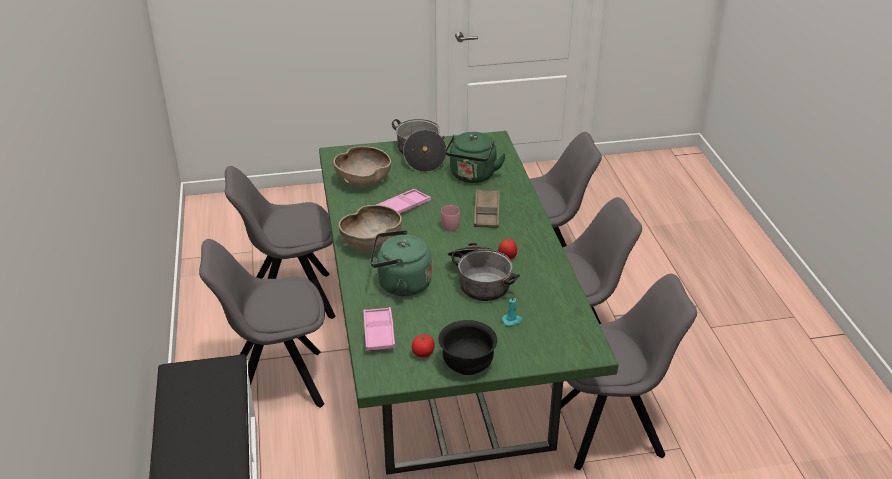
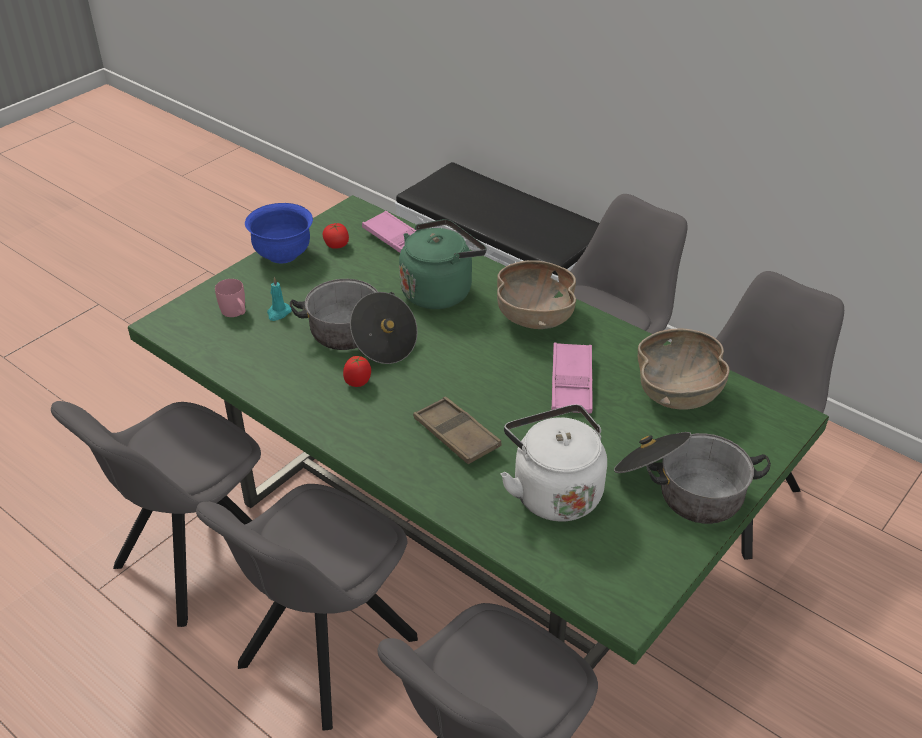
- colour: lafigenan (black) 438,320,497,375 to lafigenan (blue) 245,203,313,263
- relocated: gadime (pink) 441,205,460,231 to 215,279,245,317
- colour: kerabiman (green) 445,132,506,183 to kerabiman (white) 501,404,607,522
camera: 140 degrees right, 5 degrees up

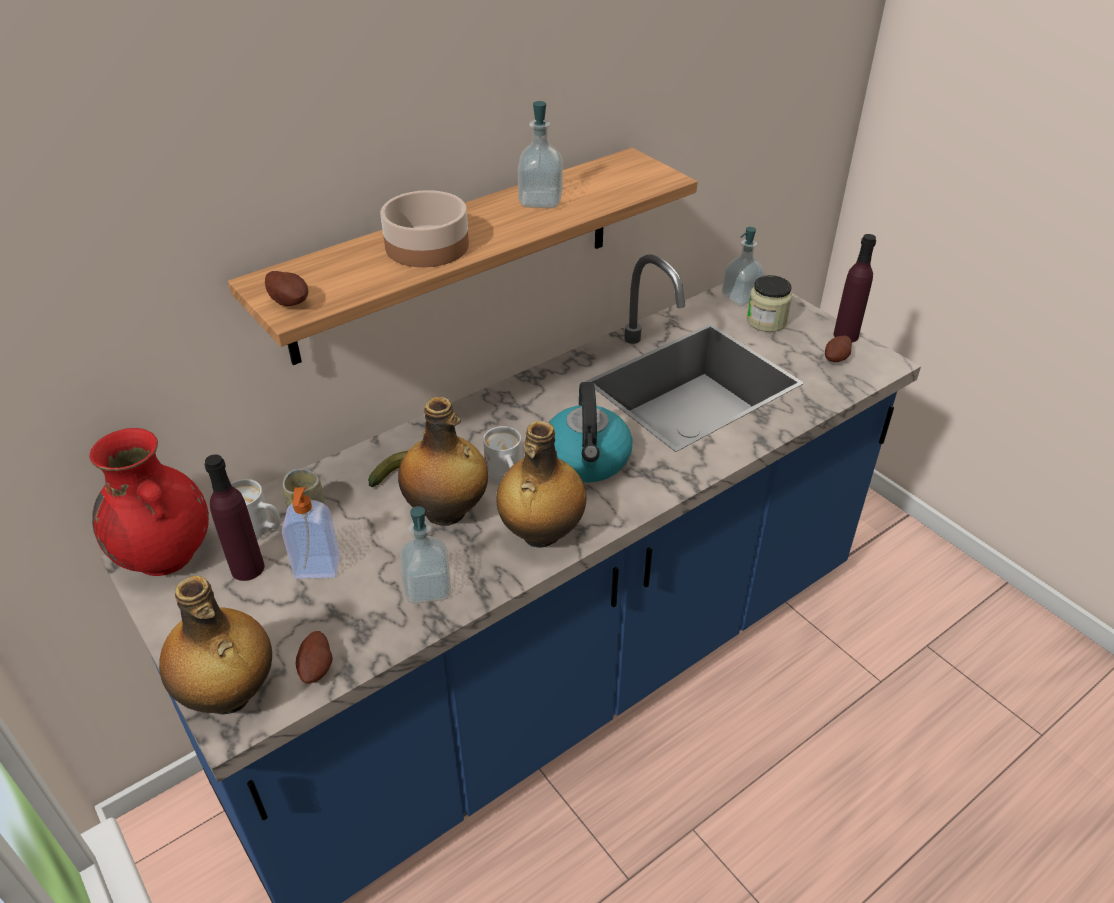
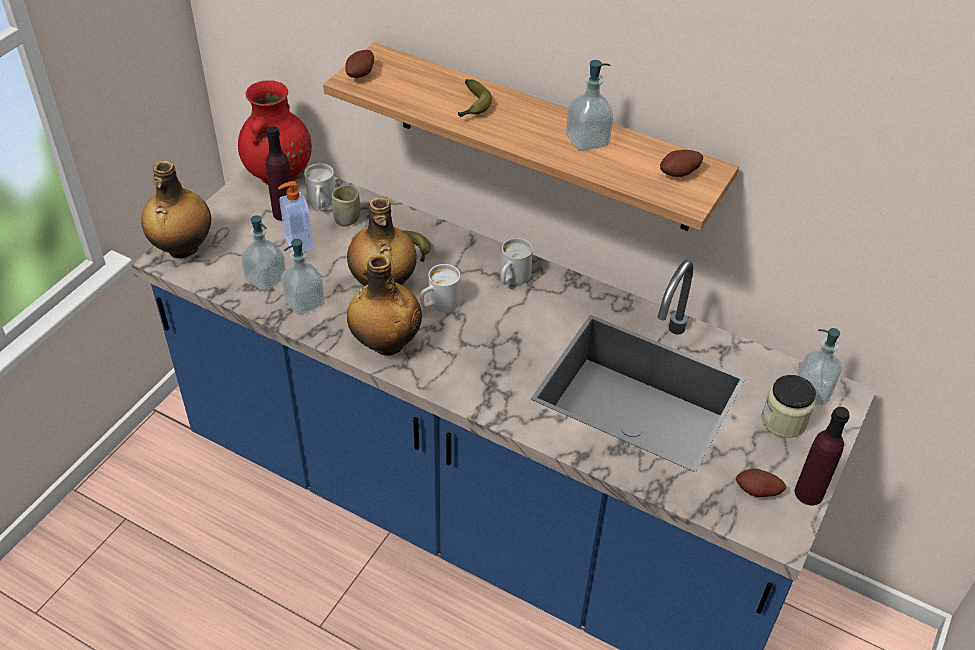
- relocated: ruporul 296,631,333,684 to 660,150,703,177
- exchanged: lafigenan 381,190,469,267 to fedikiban 458,79,492,117
- missing: kerabiman 548,382,633,483
- appeared: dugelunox 241,215,286,291
- appeared: gadime (white) 501,238,533,285
camera: 65 degrees right, 5 degrees up

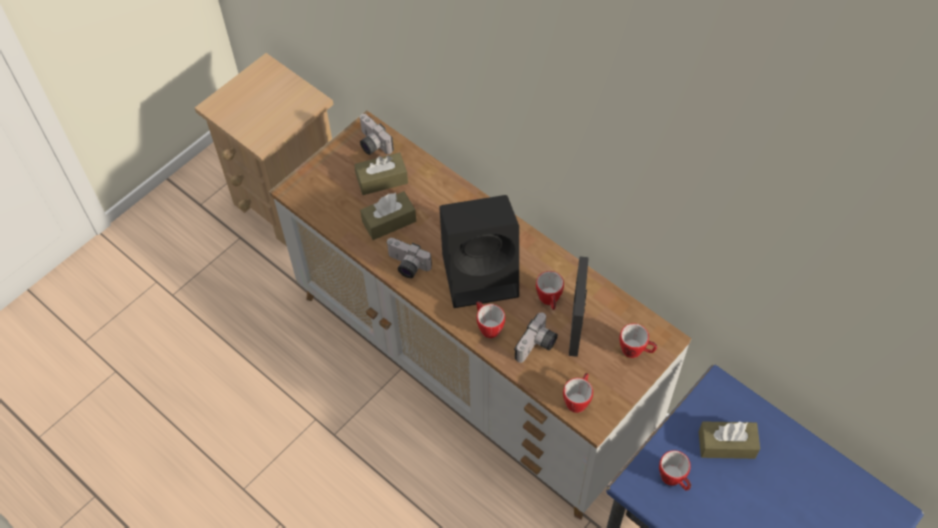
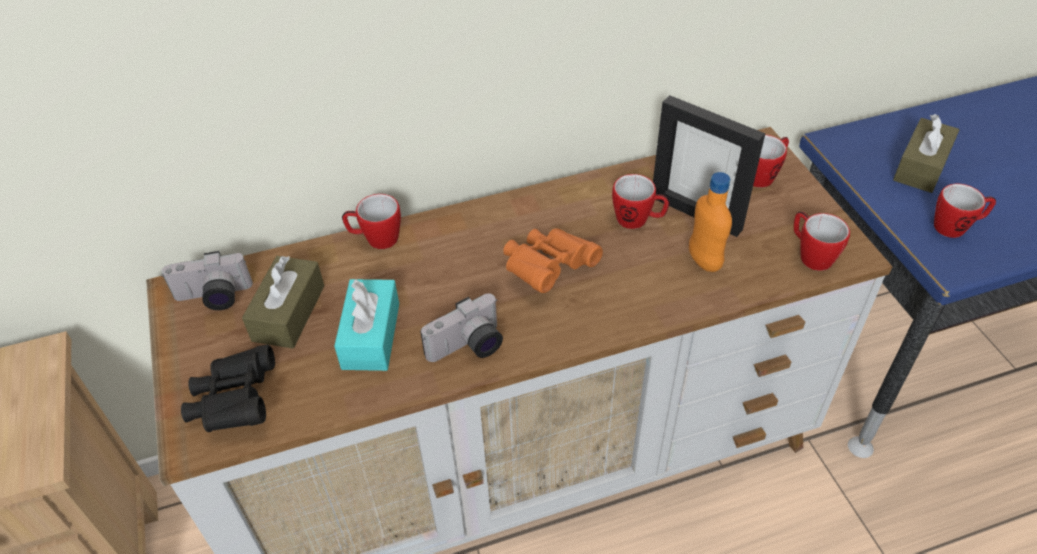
- colour: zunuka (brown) 360,191,416,240 to zunuka (turquoise) 334,279,399,371
- exchanged: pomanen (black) 439,195,519,308 to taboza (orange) 503,228,603,293
- relocated: gadime 476,301,505,338 to 342,194,401,249
- exchanged: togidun 514,312,558,363 to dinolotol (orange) 689,172,732,272
- appeared: taboza (black) 181,345,275,432
camera: 60 degrees left, 10 degrees down

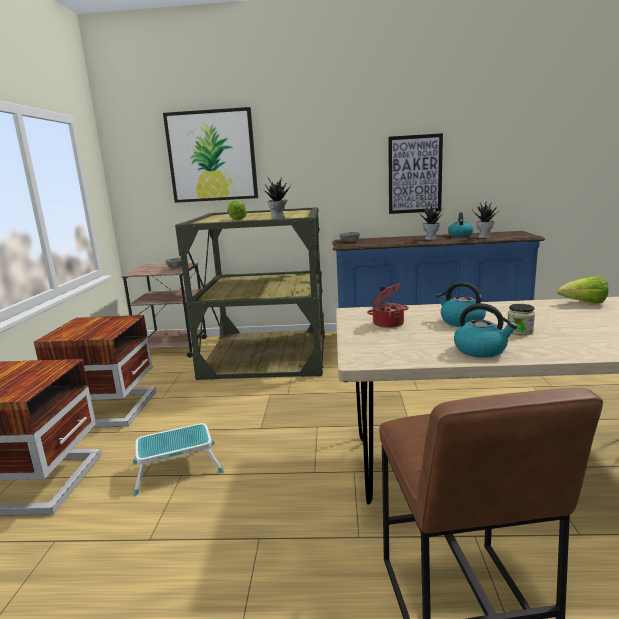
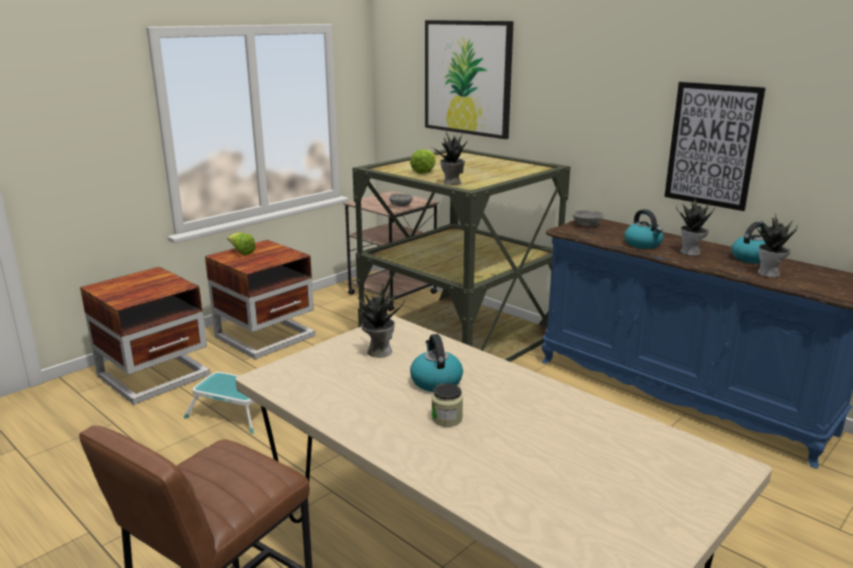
- exchanged: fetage 367,284,409,328 to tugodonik 358,283,405,358
- relocated: kerabiman 454,303,518,358 to 624,209,663,249
- relocated: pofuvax 557,275,609,303 to 227,233,256,255
camera: 40 degrees right, 5 degrees up

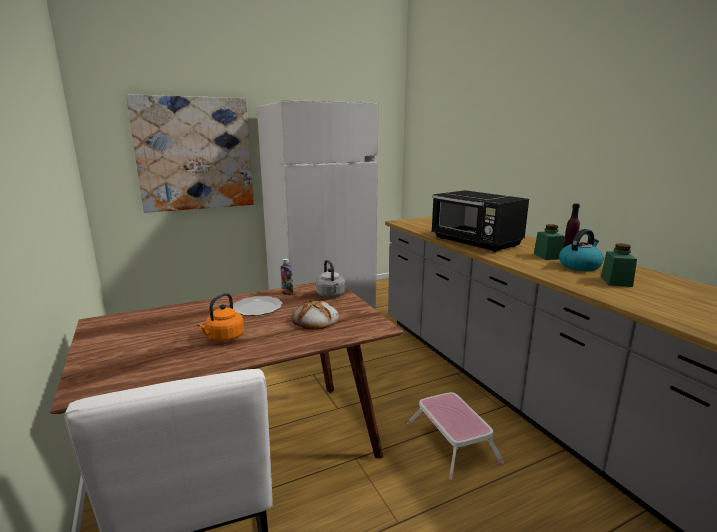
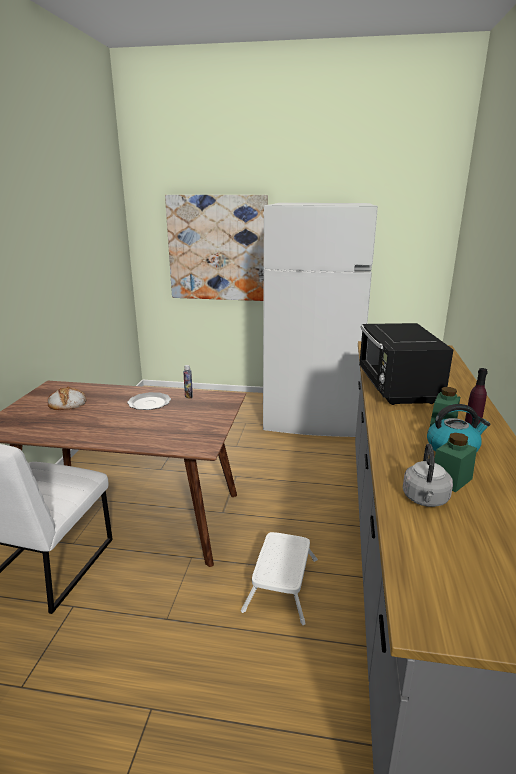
- missing: kerabiman (orange) 197,293,244,342
- relocated: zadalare 291,300,339,330 to 48,387,86,410
- relocated: kerabiman (grey) 316,260,345,298 to 403,443,453,507
- colour: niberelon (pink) 407,392,504,480 to niberelon (white) 241,532,318,625
camera: 35 degrees right, 5 degrees up

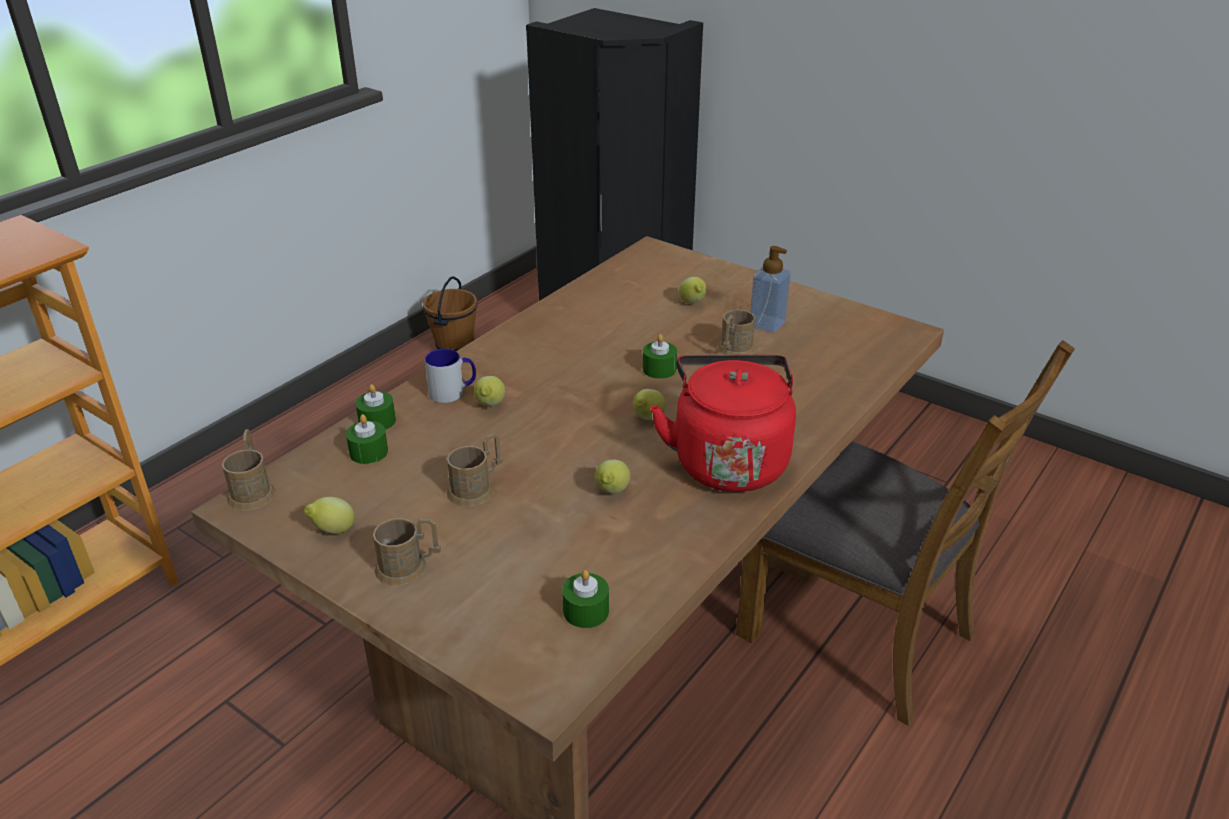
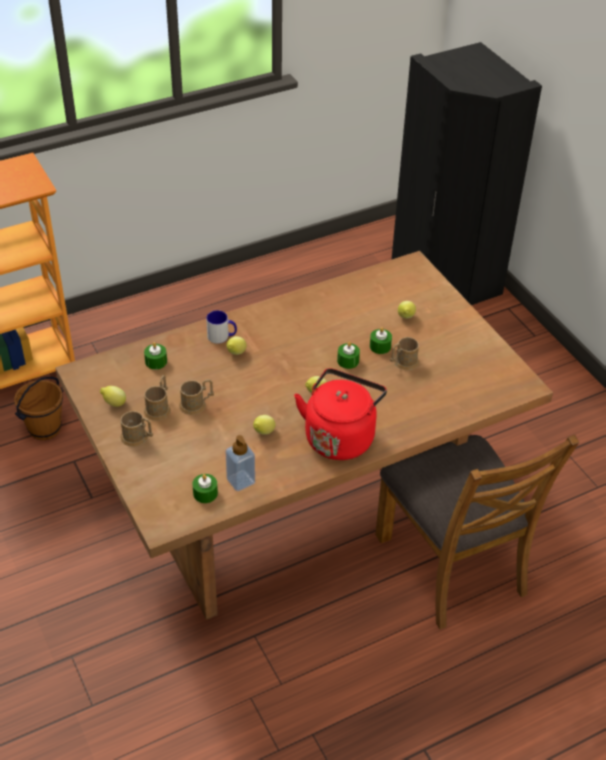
- relocated: gadime (brown) 222,429,276,511 to 144,375,171,421
- relocated: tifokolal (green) 356,384,396,430 to 370,327,392,354
- relocated: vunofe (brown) 423,276,477,351 to 14,377,63,440
- relocated: dugelunox 750,246,791,333 to 225,435,255,491
camera: 25 degrees right, 10 degrees up

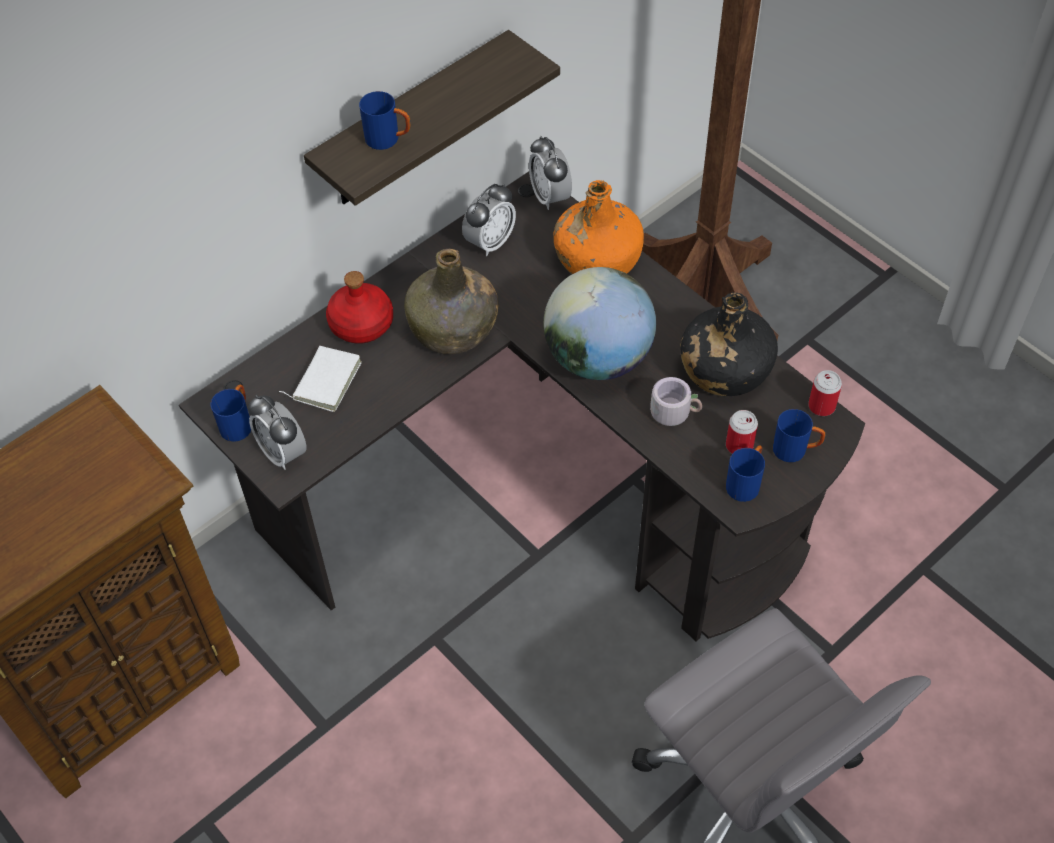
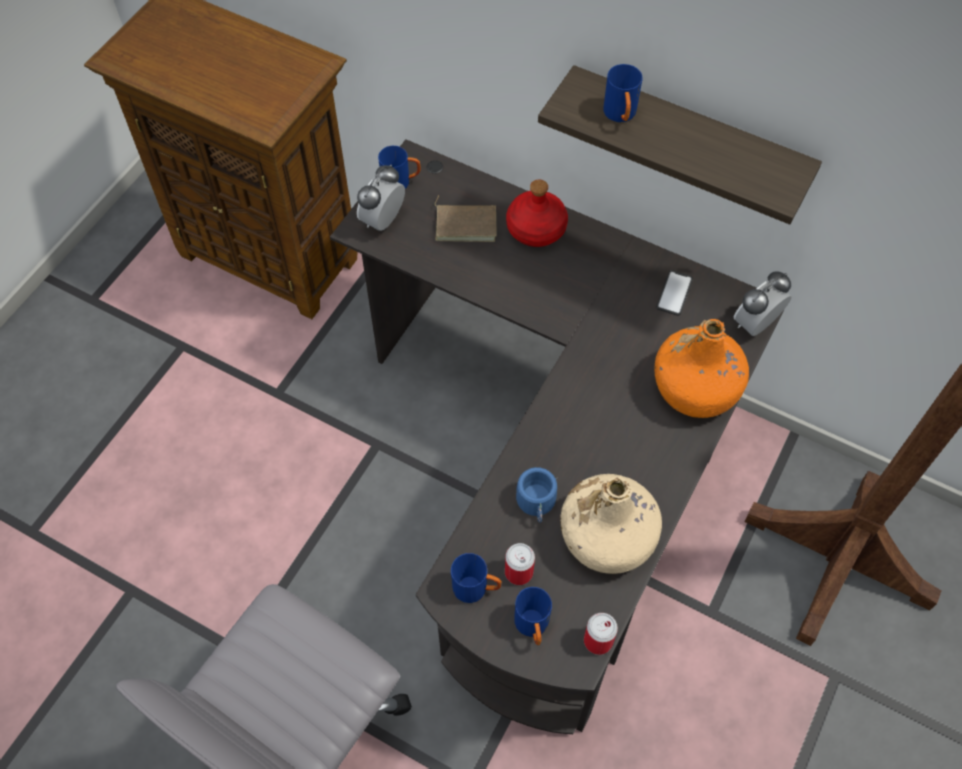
- colour: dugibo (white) 279,346,362,412 to dugibo (brown) 435,195,497,242
- missing: dinolotol (green) 404,249,498,354
- exchanged: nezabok 462,184,516,256 to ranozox 656,270,693,316
- missing: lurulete 543,267,656,380
- colour: gadime (grey) 650,377,702,426 to gadime (blue) 516,467,557,523
- colour: dinolotol (black) 681,292,778,396 to dinolotol (beige) 560,474,662,574
camera: 70 degrees right, 5 degrees up

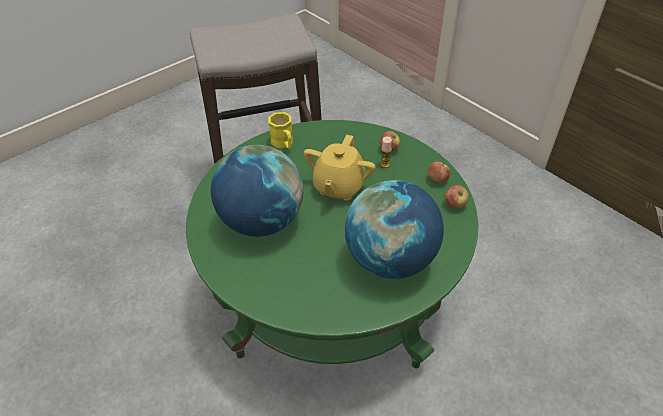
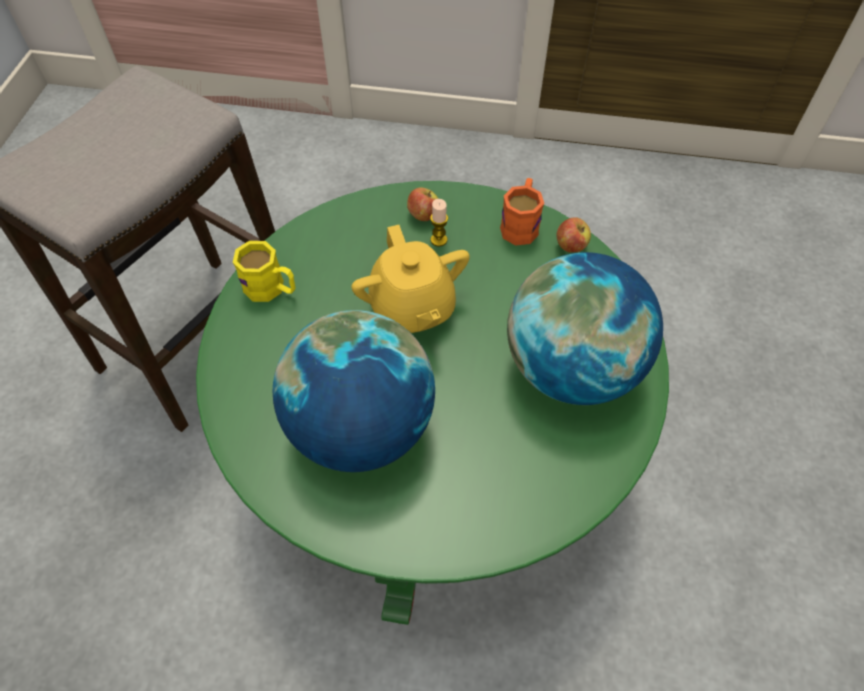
- exchanged: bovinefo 428,162,451,183 to gadime (orange) 500,178,544,246
camera: 40 degrees left, 10 degrees up

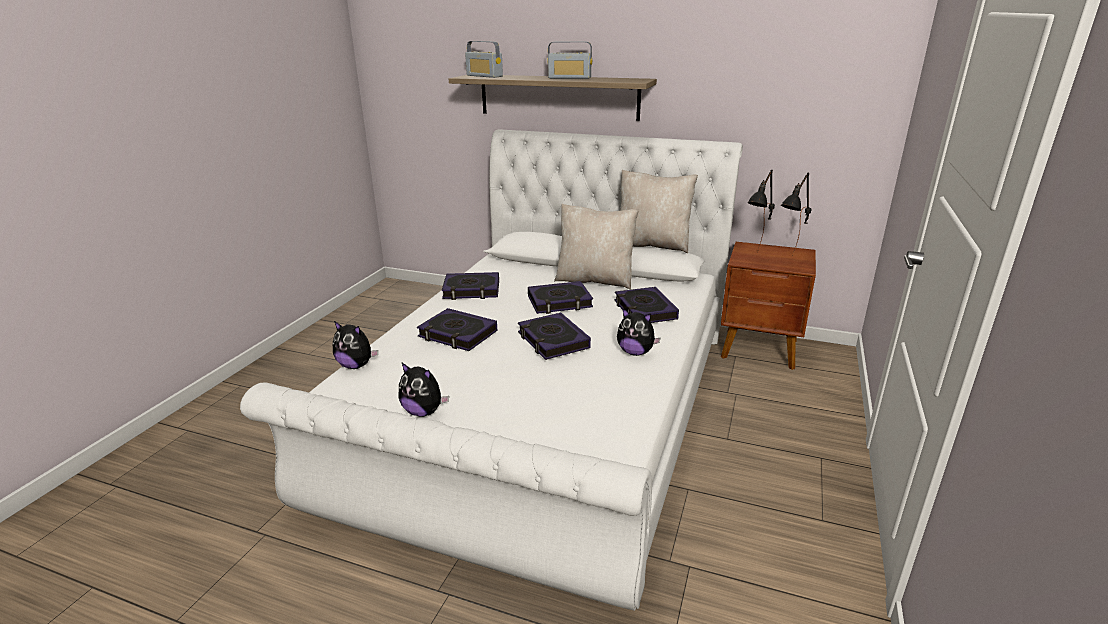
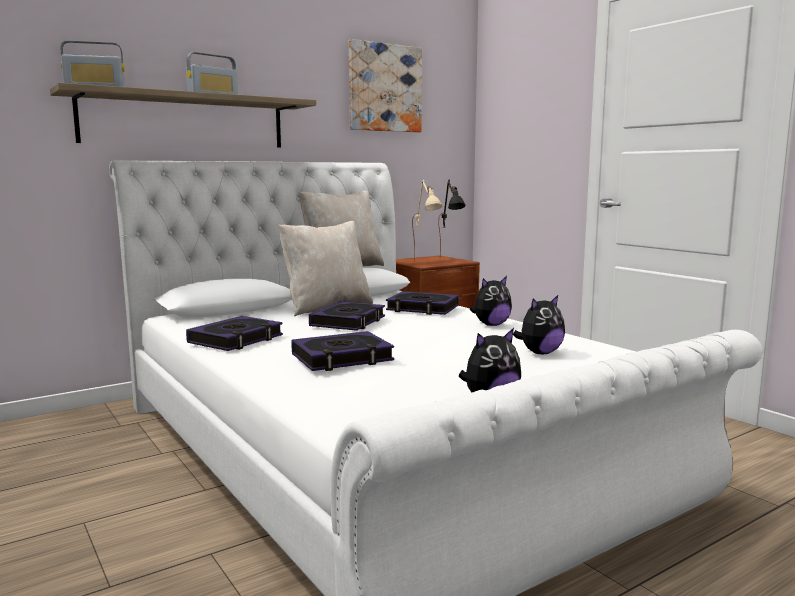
- relocated: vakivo 333,321,378,369 to 513,295,565,354
- missing: dugibo 518,313,591,360
- colour: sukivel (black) 748,170,775,252 to sukivel (beige) 412,180,442,261
- appeared: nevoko 349,39,422,132
camera: 55 degrees left, 15 degrees down

